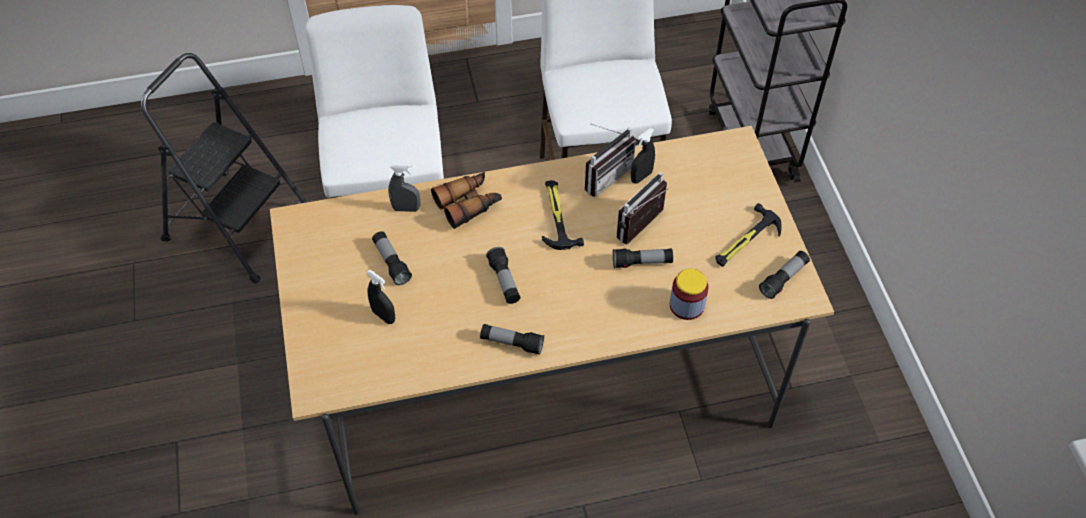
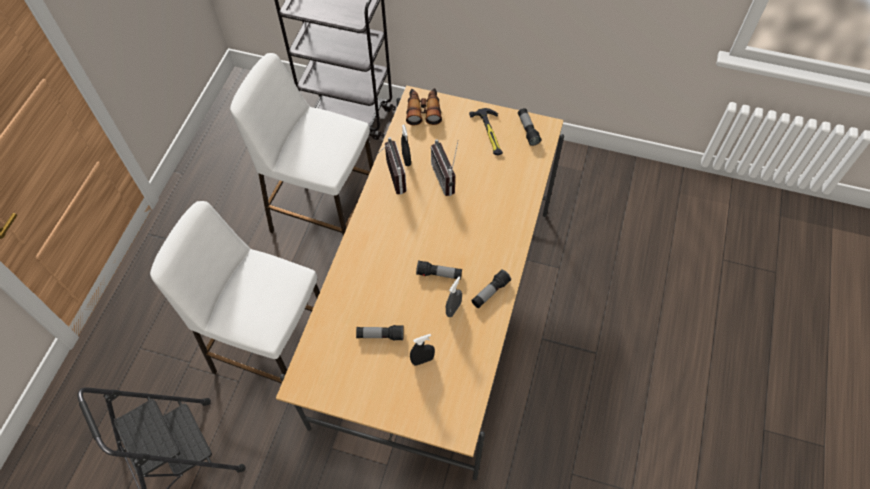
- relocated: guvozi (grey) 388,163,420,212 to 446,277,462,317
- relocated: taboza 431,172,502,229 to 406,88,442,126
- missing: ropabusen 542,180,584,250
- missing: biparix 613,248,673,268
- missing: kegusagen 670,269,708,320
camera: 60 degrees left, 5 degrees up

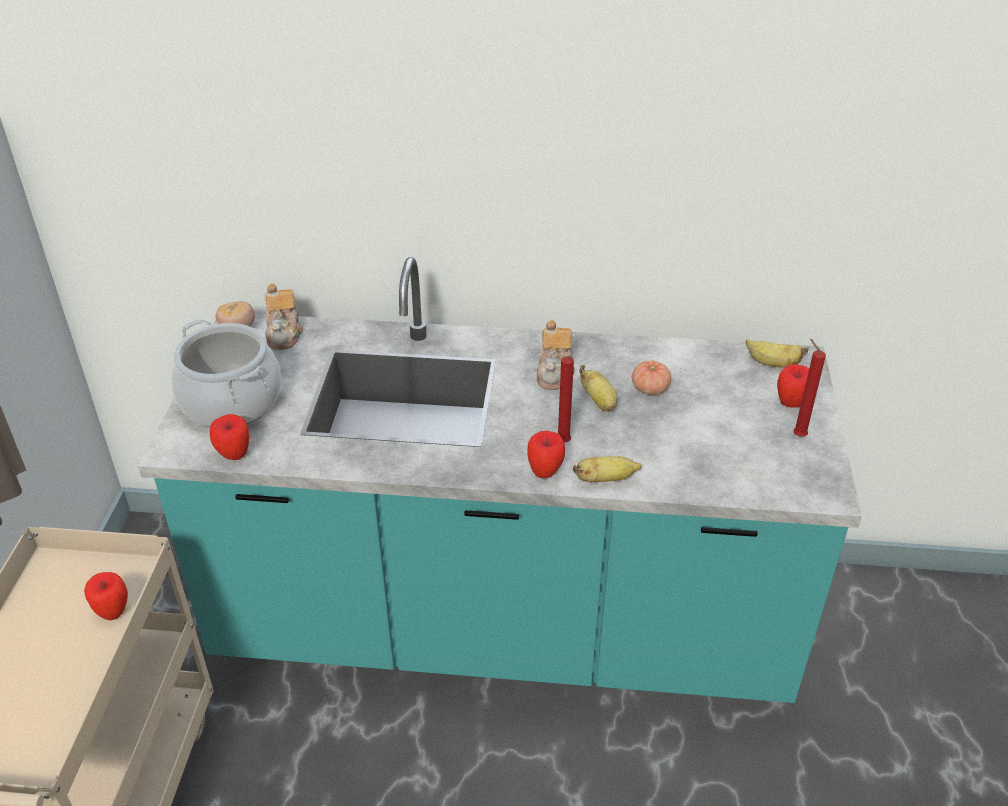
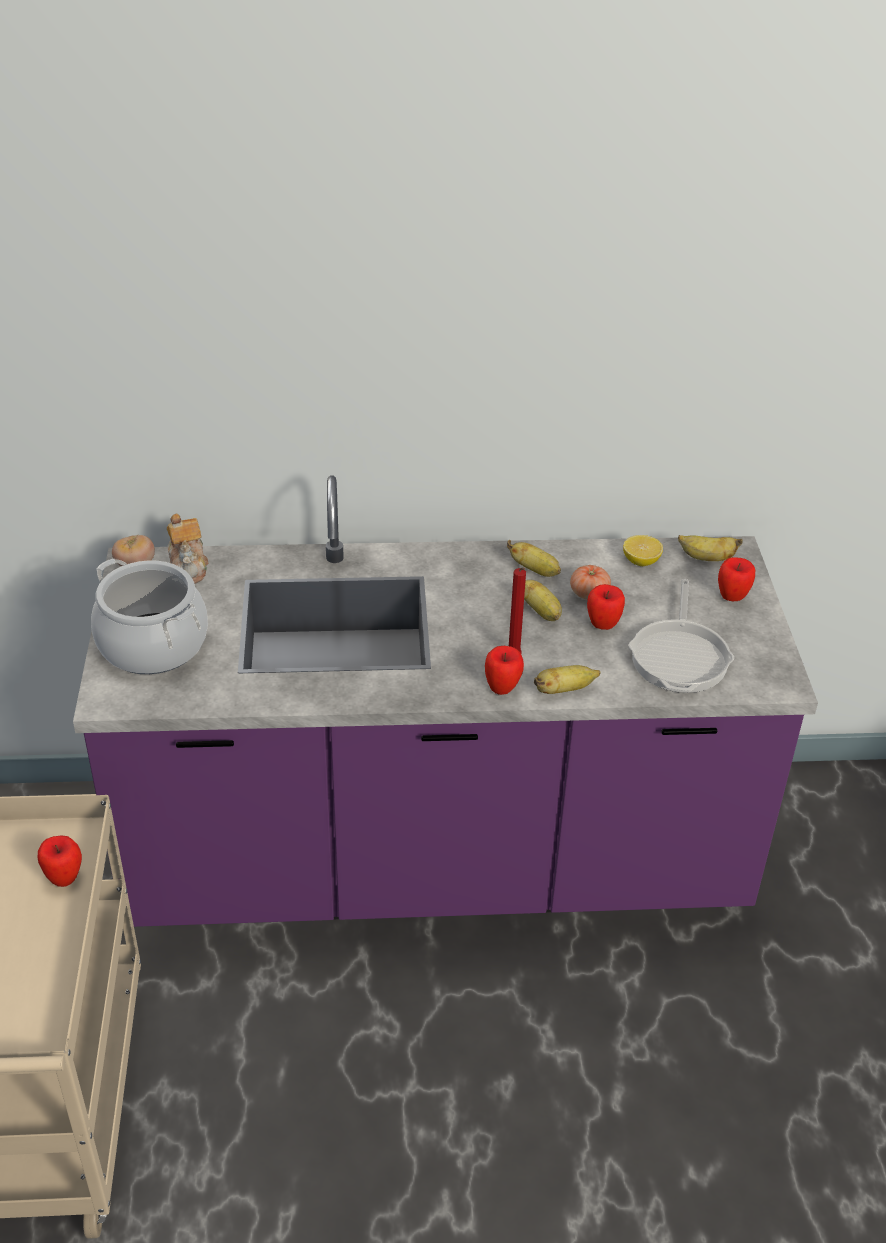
- colour: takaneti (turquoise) 138,257,862,703 to takaneti (purple) 73,475,818,927
- relocated: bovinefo 210,414,249,460 to 587,584,625,630
- missing: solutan 537,320,575,390
- missing: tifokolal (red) 793,339,826,437
- appeared: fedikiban 507,540,561,577
- appeared: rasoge 623,535,663,566
- appeared: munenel 628,579,734,693
camera: 10 degrees left, 0 degrees up

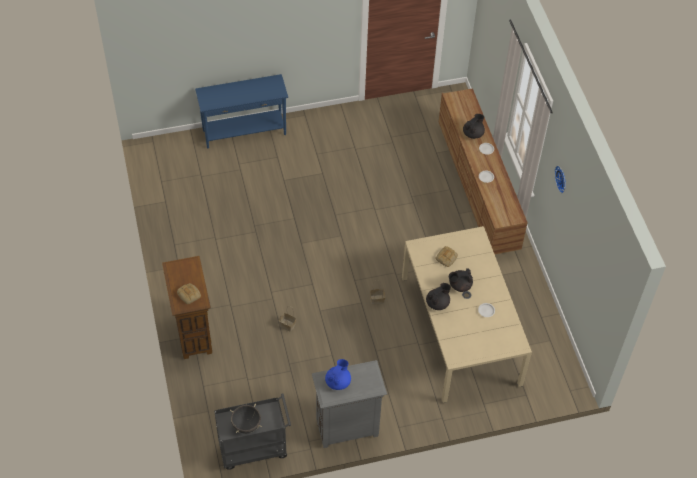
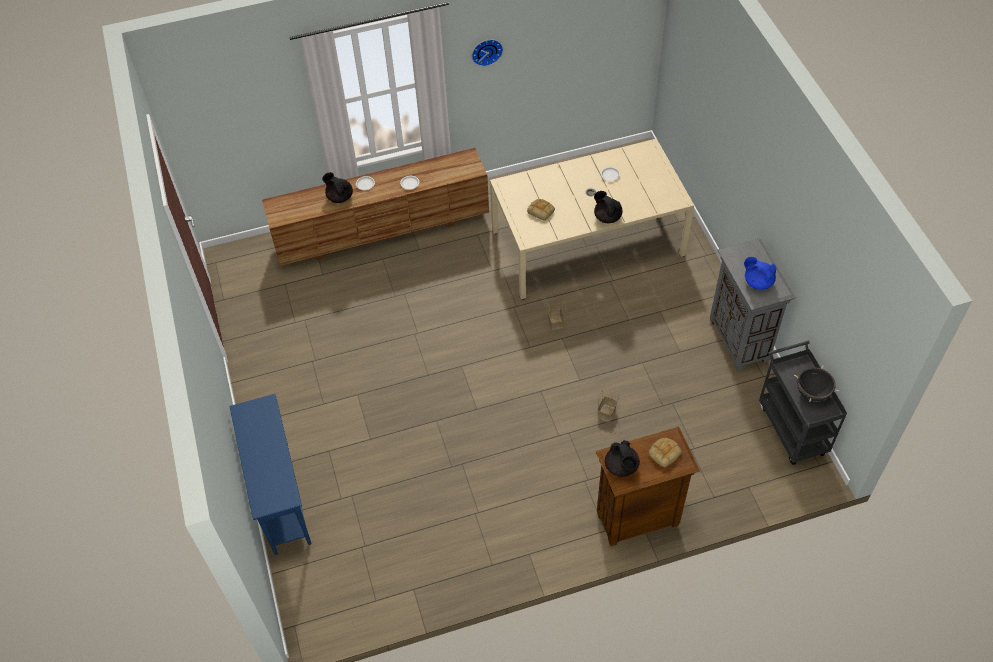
- relocated: solutan (black) 449,268,473,292 to 605,440,640,477
camera: 90 degrees left, 0 degrees up

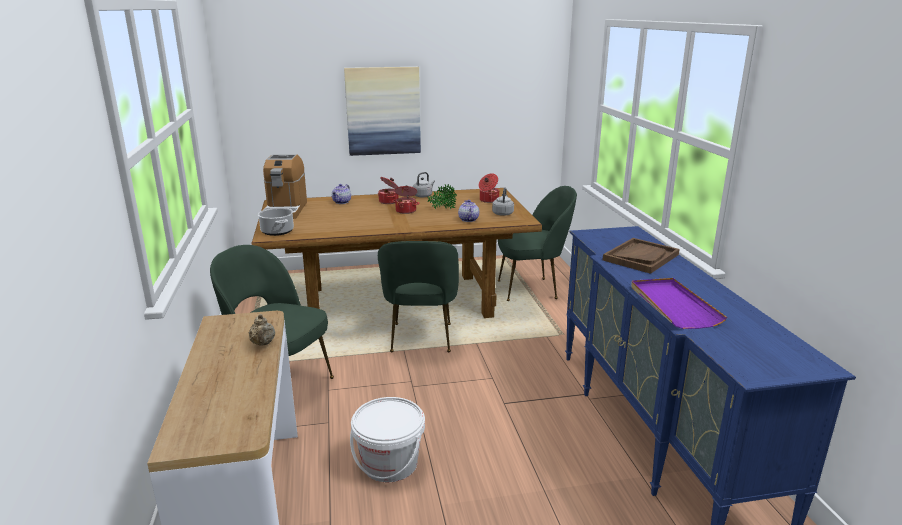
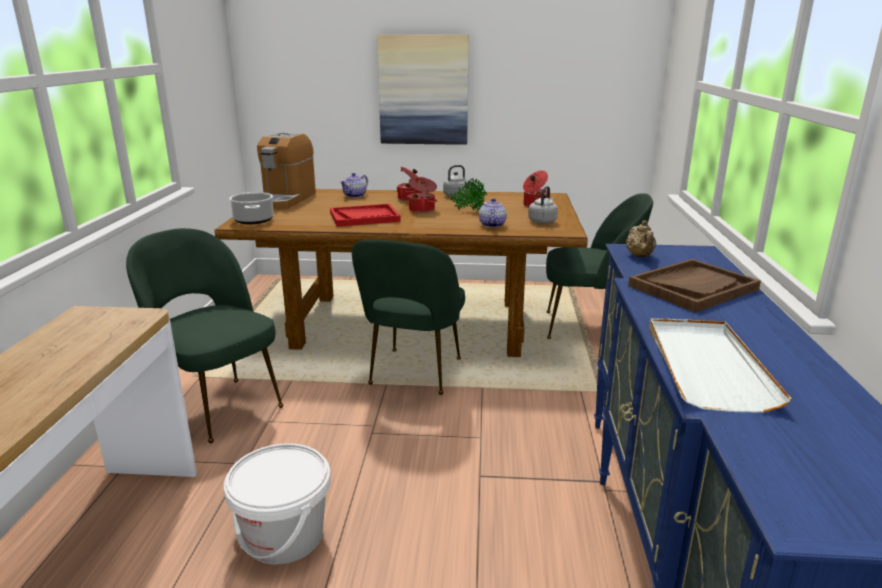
- relocated: solutan (beige) 249,314,275,345 to 626,220,656,257
- colour: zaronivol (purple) 631,278,727,329 to zaronivol (white) 650,318,792,413
- appeared: zaronivol (red) 330,204,401,227
camera: 15 degrees right, 0 degrees up

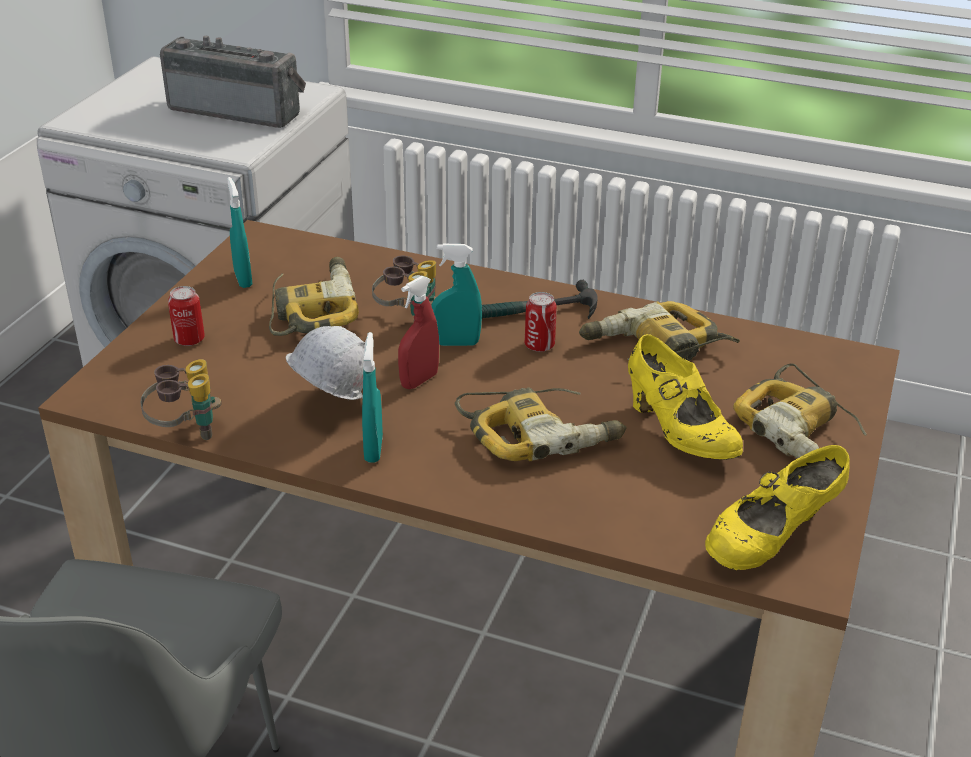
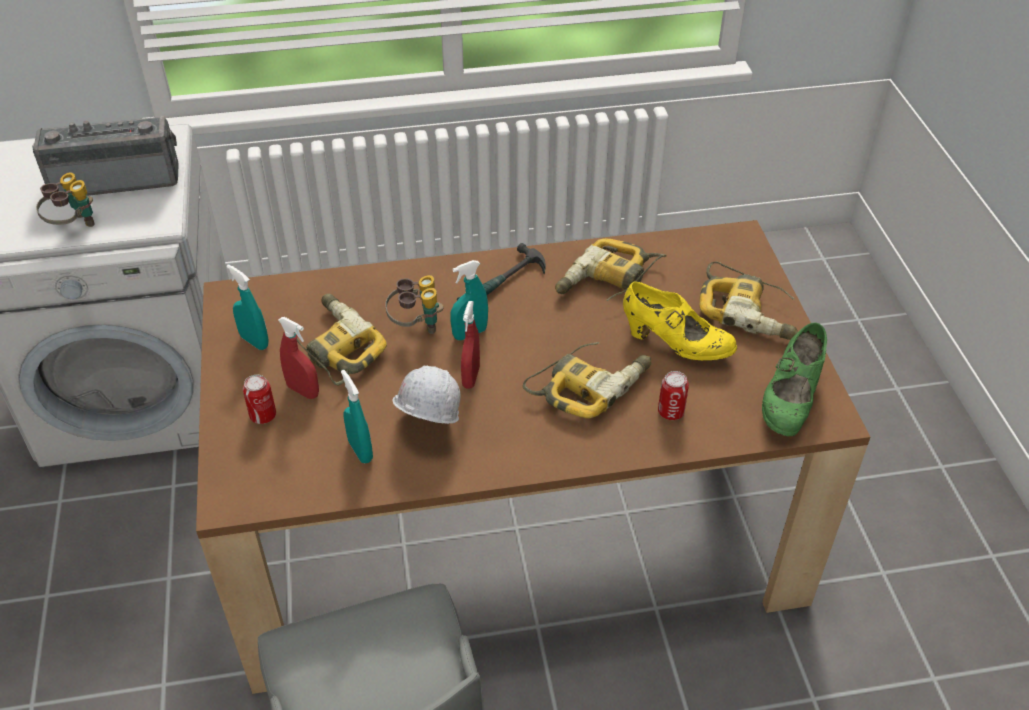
- relocated: taboza 141,359,222,440 to 36,172,94,227
- relocated: guvozi (turquoise) 362,332,383,463 to 341,370,373,463
- relocated: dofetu 525,292,557,352 to 658,371,689,420
- colour: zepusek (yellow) 705,445,850,570 to zepusek (green) 762,322,827,436
- appeared: guvozi (red) 278,317,319,399
camera: 30 degrees left, 10 degrees up

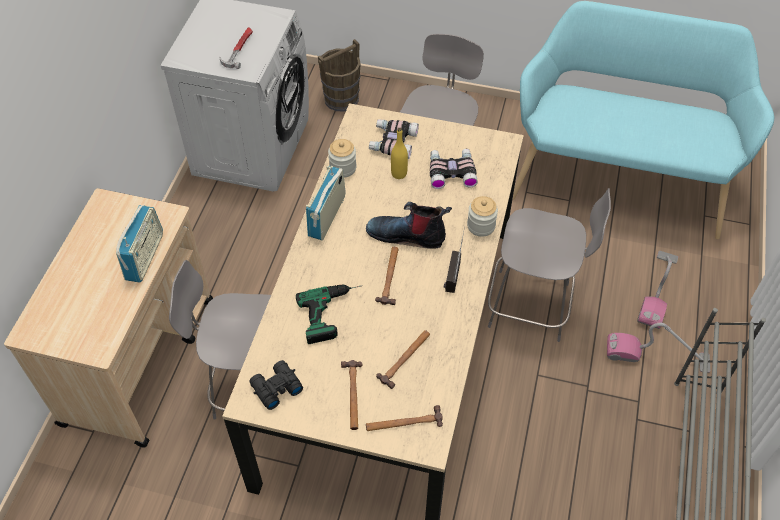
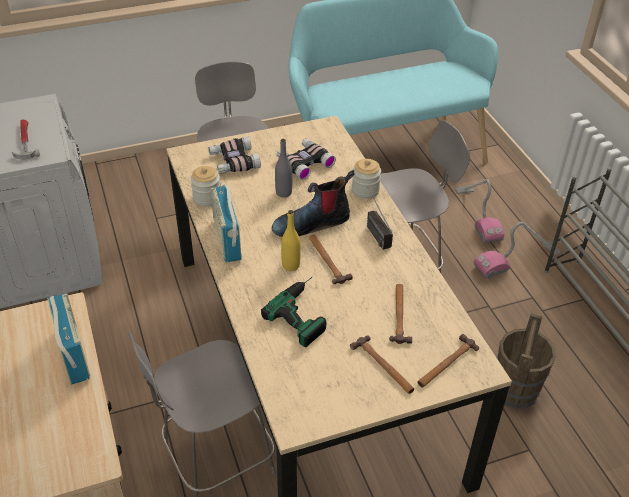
- missing: taboza (black) 249,360,303,410
- relocated: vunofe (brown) 318,39,361,111 to 497,314,556,409
- relocated: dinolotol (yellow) 391,128,408,179 to 281,210,301,271
- appeared: dinolotol (grey) 275,139,292,198
camera: 35 degrees left, 10 degrees down

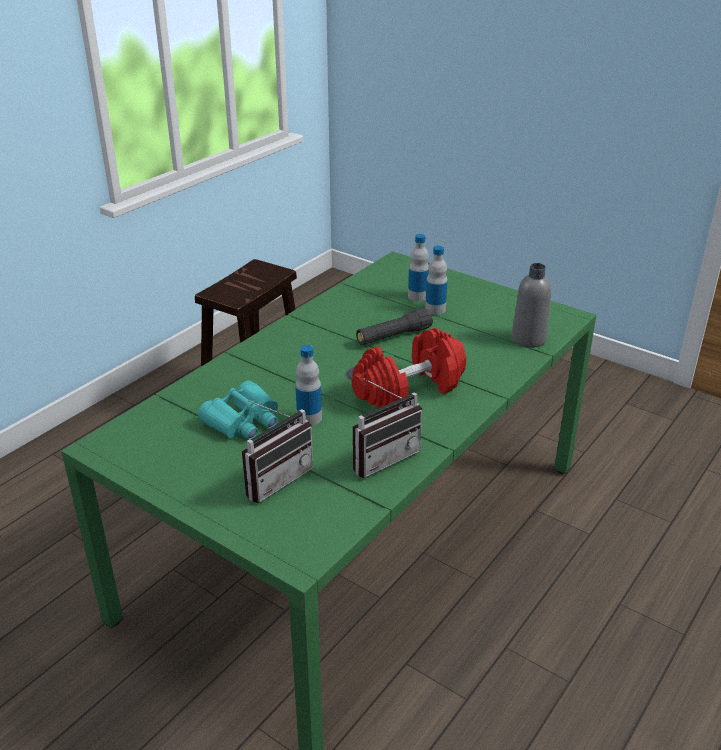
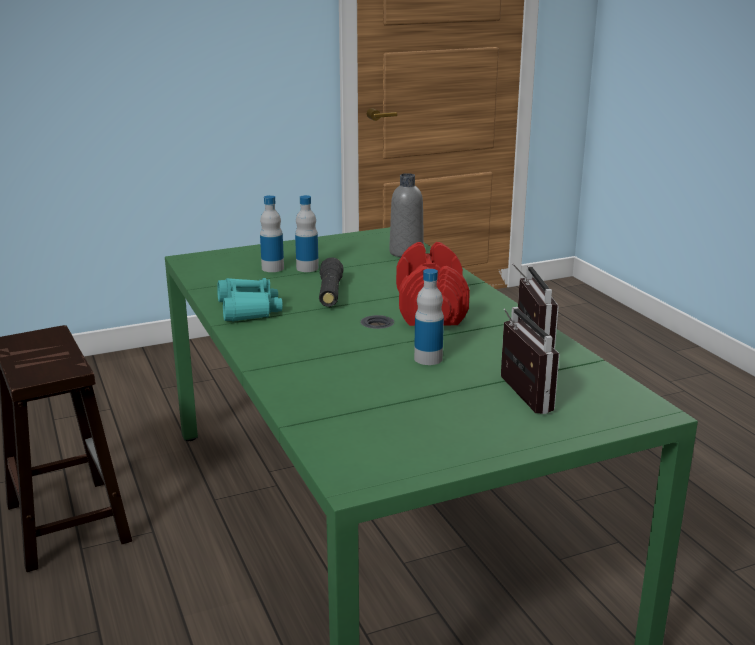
- relocated: taboza (turquoise) 198,381,278,439 to 217,278,283,322
camera: 60 degrees left, 10 degrees down

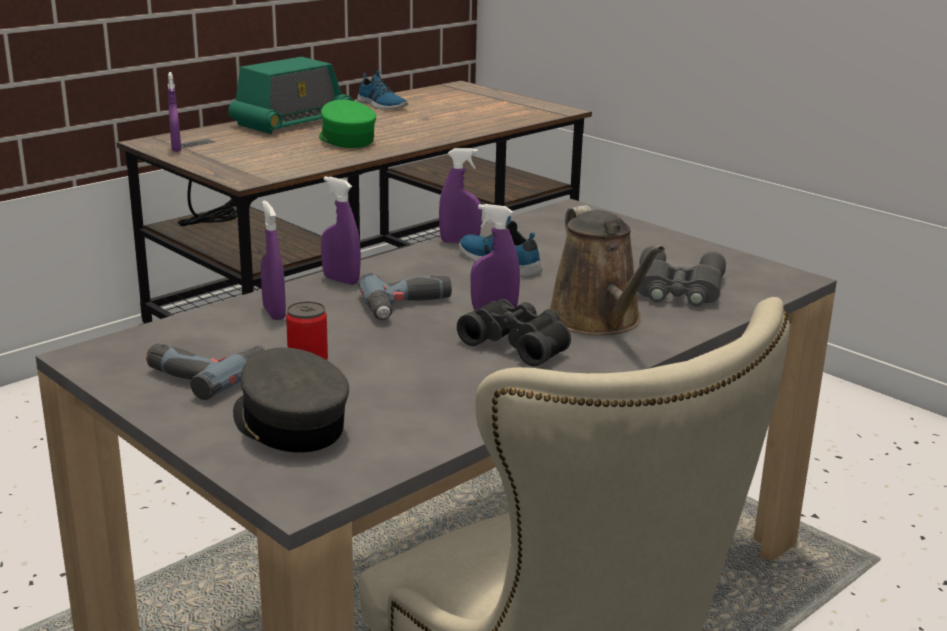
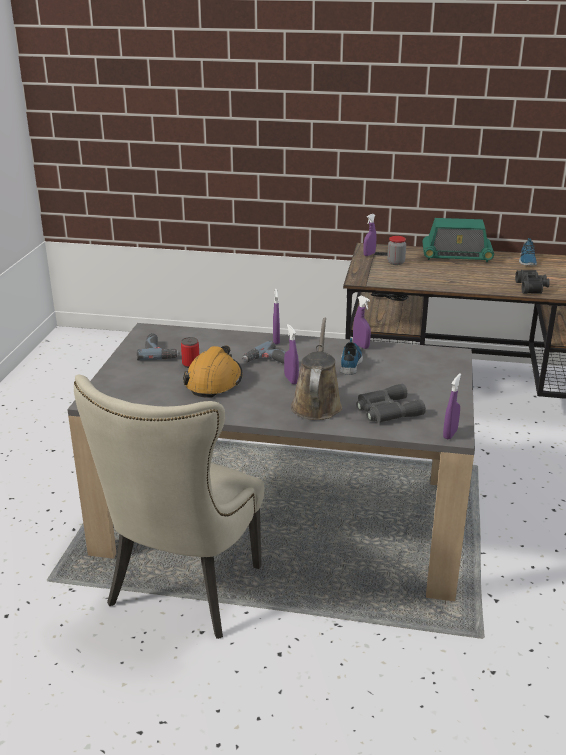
- missing: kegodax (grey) 233,347,349,453
- relocated: guvozi (purple) 261,200,286,320 to 443,373,461,439
- missing: kegodax (green) 319,100,376,148
- relocated: taboza (black) 457,299,571,367 to 515,270,550,294
- spun: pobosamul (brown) 549,205,665,335 = 291,318,342,420 150 degrees clockwise
- appeared: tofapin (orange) 183,345,243,398
- appeared: kegusagen 387,236,406,265
camera: 55 degrees right, 5 degrees up

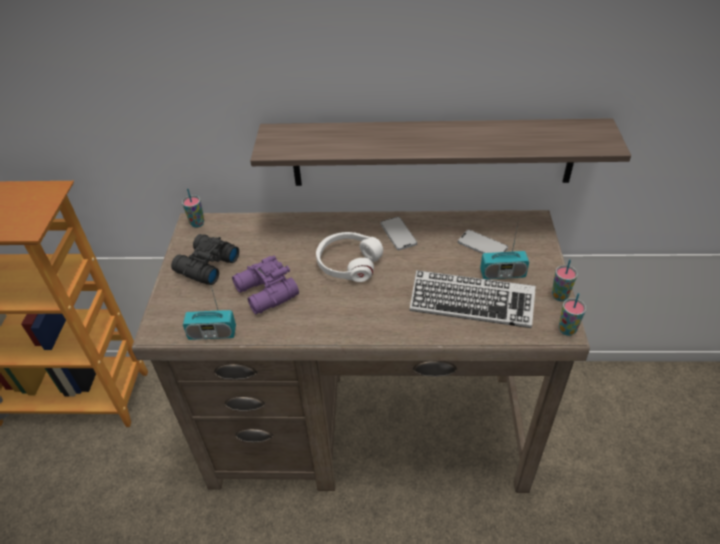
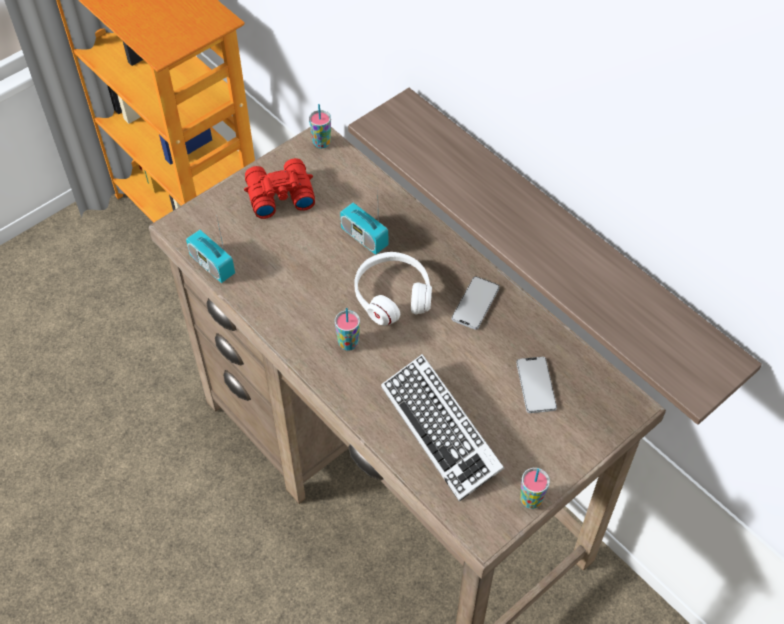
- colour: taboza (black) 171,234,239,285 to taboza (red) 244,158,315,219
- missing: taboza (purple) 232,256,299,314
- relocated: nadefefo 480,219,529,279 to 340,203,388,255
- relocated: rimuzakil 559,293,586,336 to 335,308,360,351
camera: 45 degrees right, 10 degrees up

